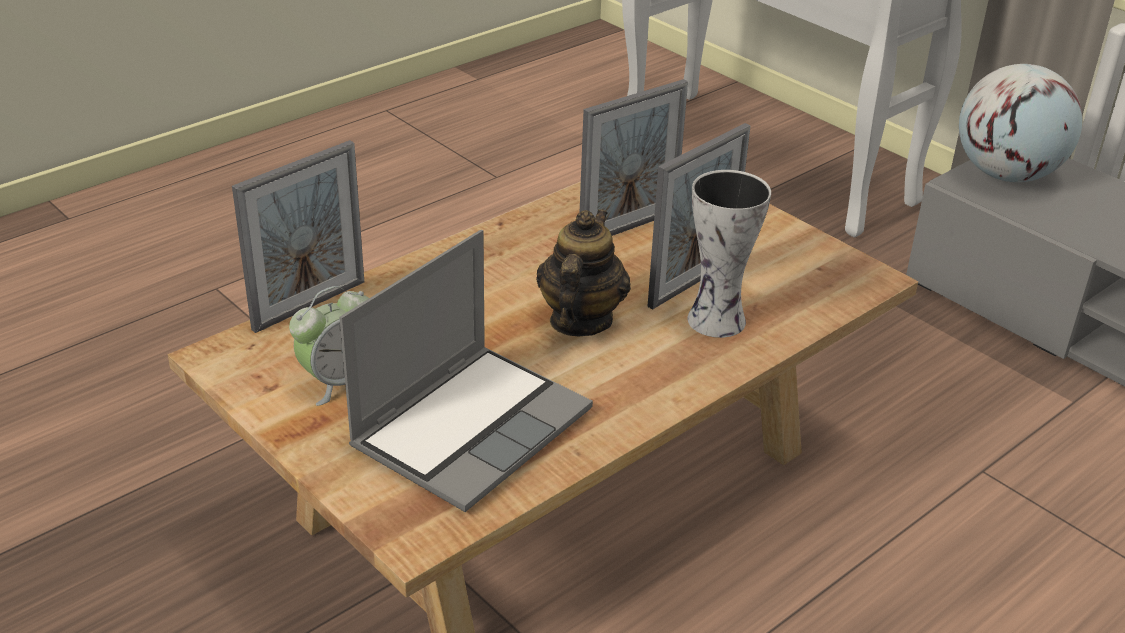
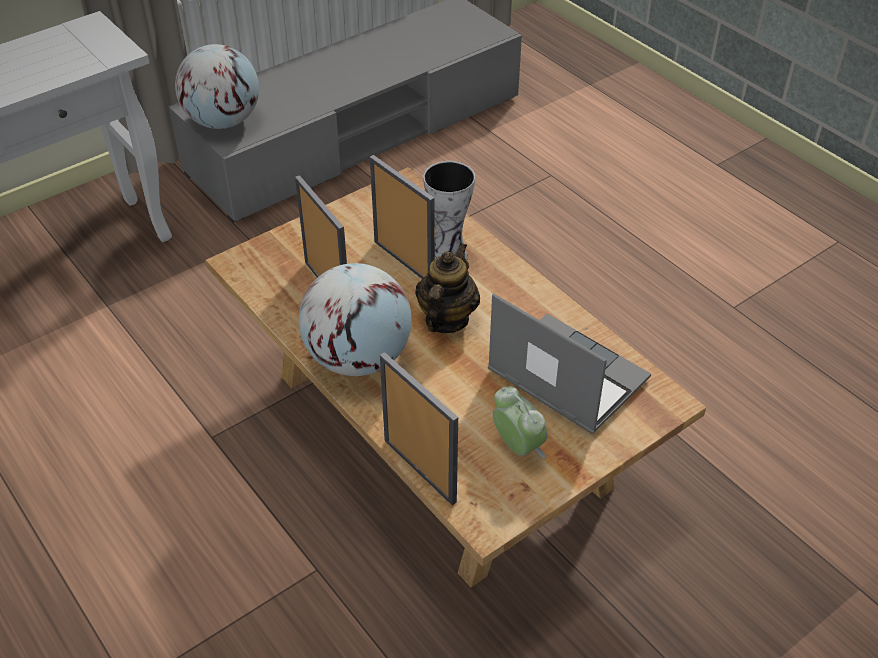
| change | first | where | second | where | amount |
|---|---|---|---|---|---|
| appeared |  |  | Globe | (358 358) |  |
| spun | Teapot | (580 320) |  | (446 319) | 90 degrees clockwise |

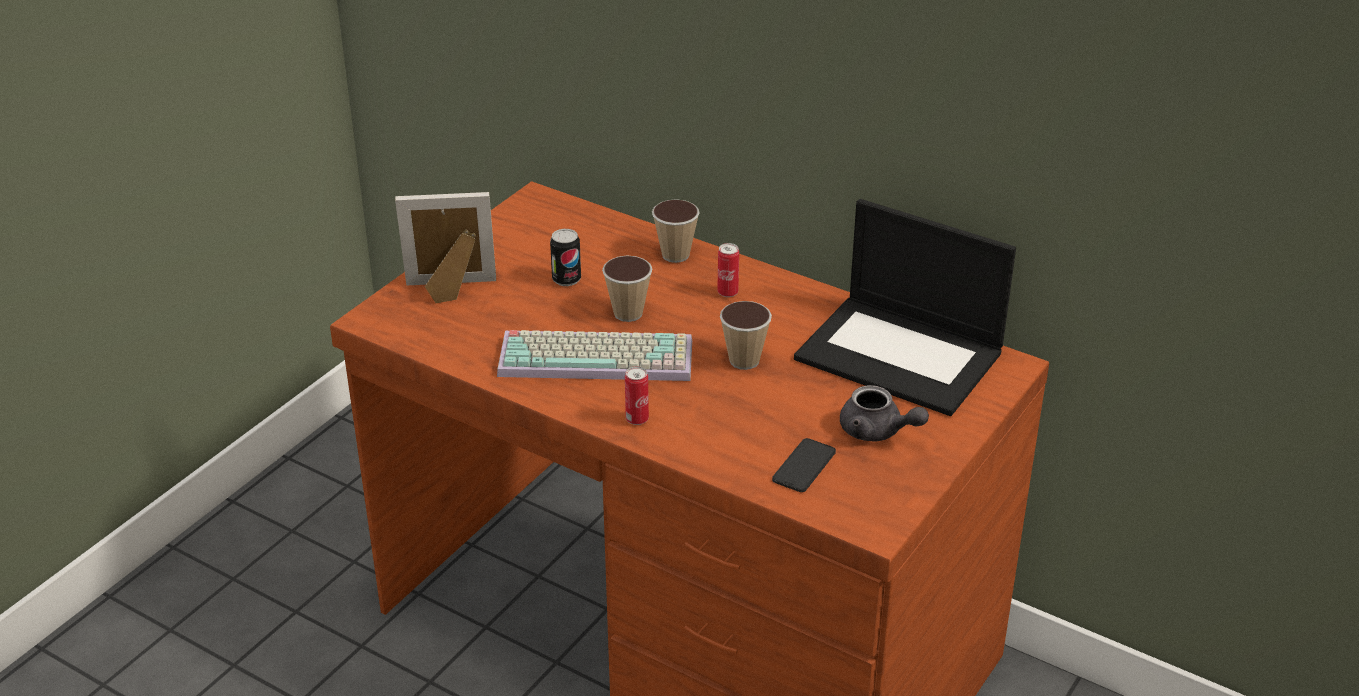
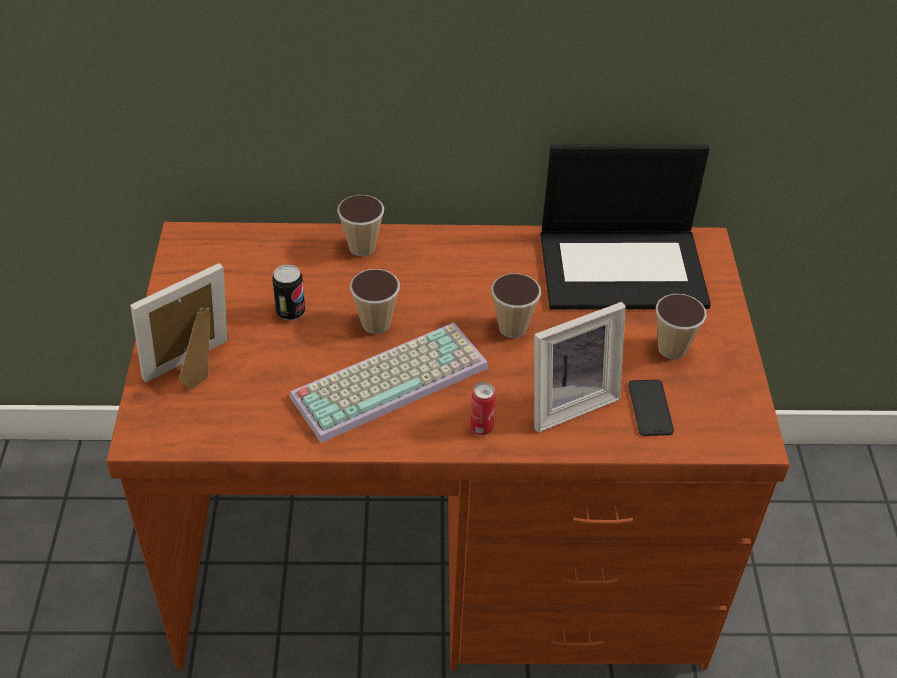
| change | first | where | second | where | amount |
|---|---|---|---|---|---|
| appeared |  |  | PictureFrame | (568 401) |  |
| exchanged | GreyTeapot | (877 432) | Cup | (672 348) |  |
| missing | Can | (727 292) |  |  |  |

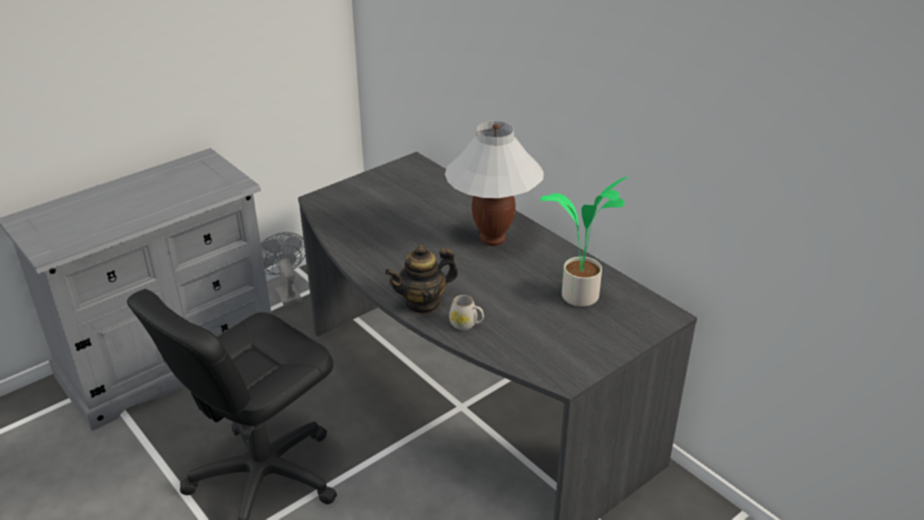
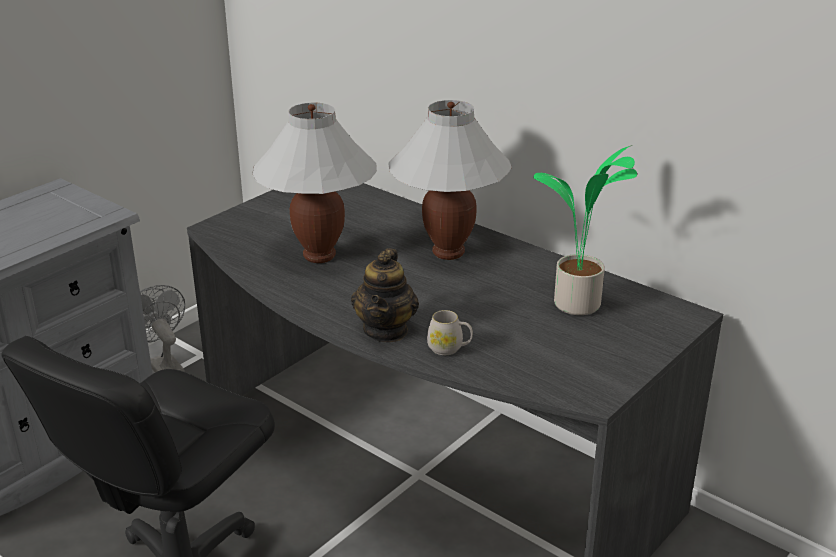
| change | first | where | second | where | amount |
|---|---|---|---|---|---|
| appeared |  |  | WhiteTableLamp | (319 256) |  |
| spun | Teapot | (423 303) |  | (386 330) | 45 degrees counterclockwise |

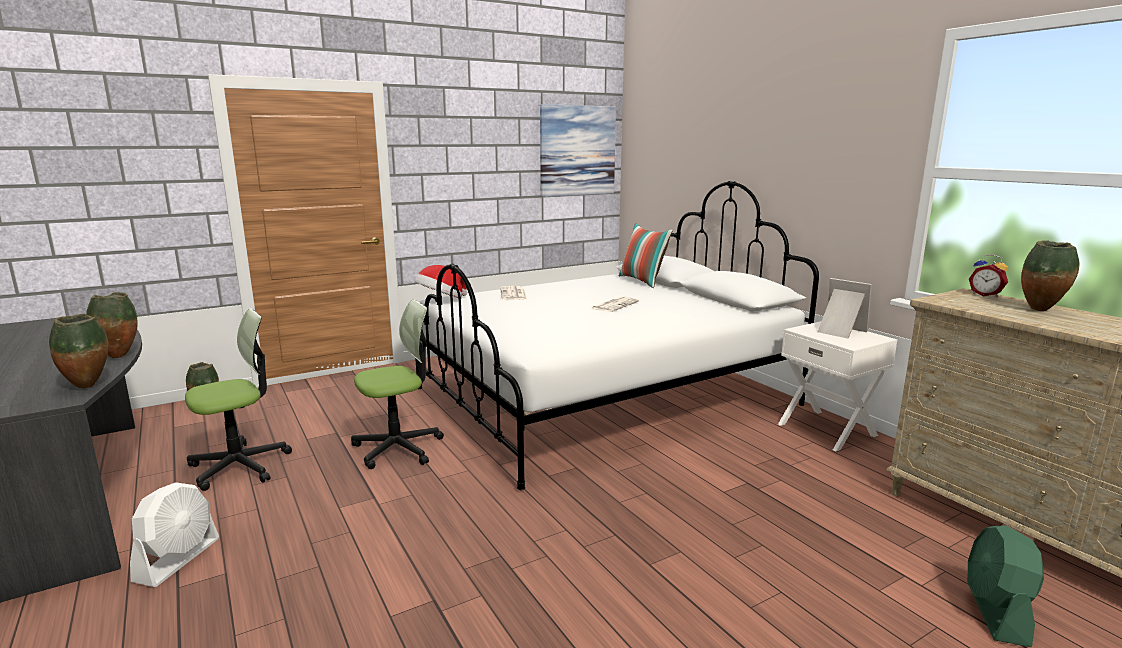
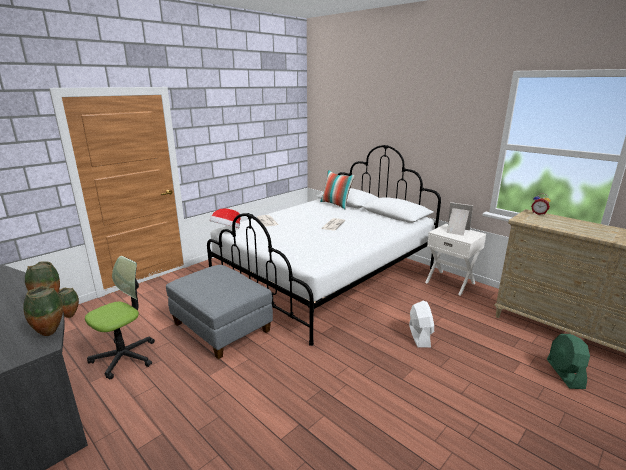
| change | first | where | second | where | amount |
|---|---|---|---|---|---|
| exchanged | OfficeChair | (398 448) | GreyOttoman | (222 328) |  |
| relocated | WhiteFan | (178 559) |  | (419 336) |  |
| missing | Picture | (577 151) |  |  |  |
| missing | Vase | (1041 311) |  |  |  |

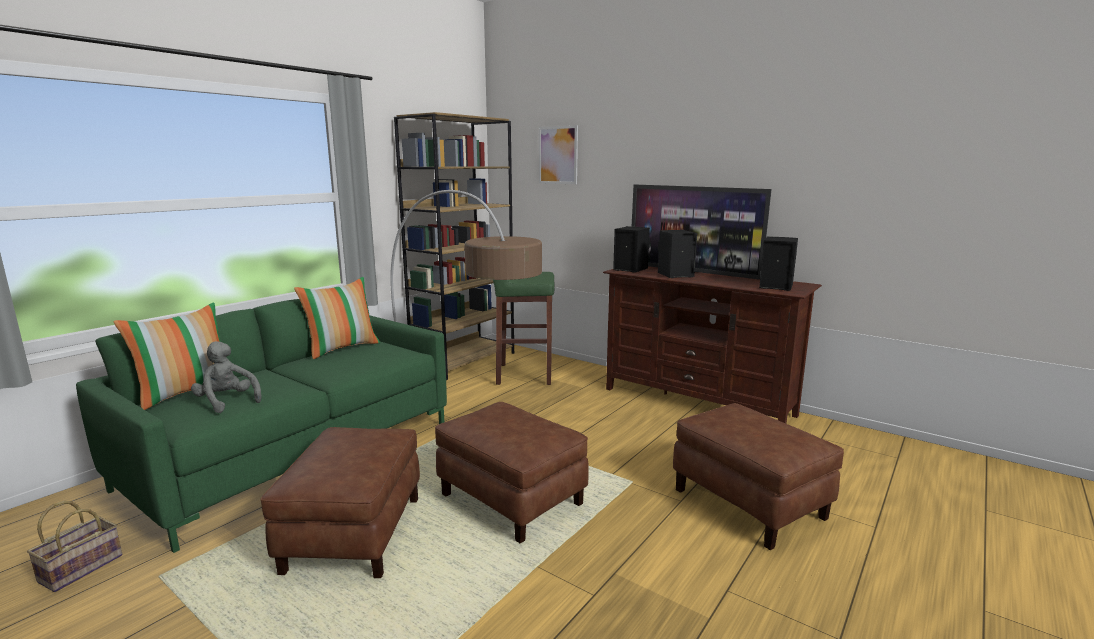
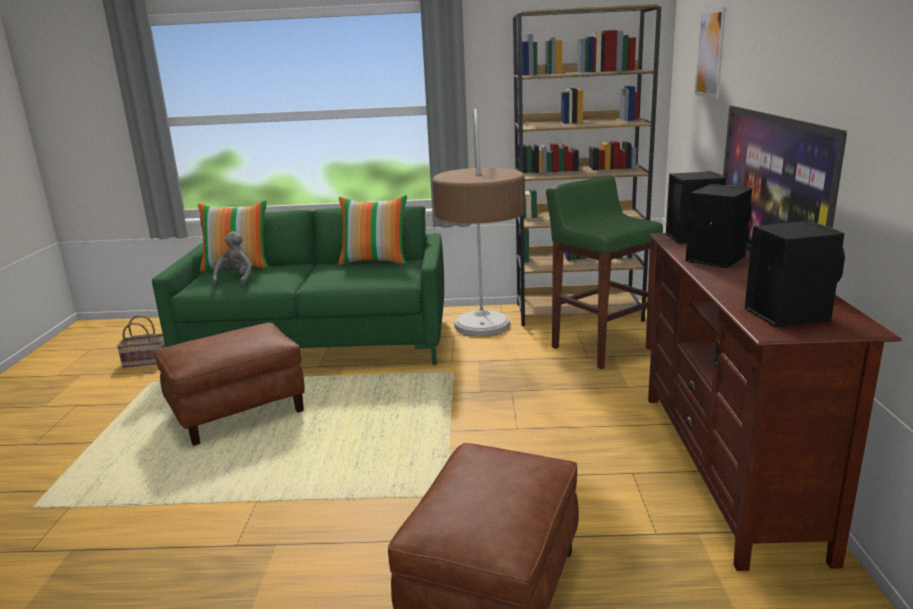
| change | first | where | second | where | amount |
|---|---|---|---|---|---|
| missing | BrownOttoman | (510 500) |  |  |  |

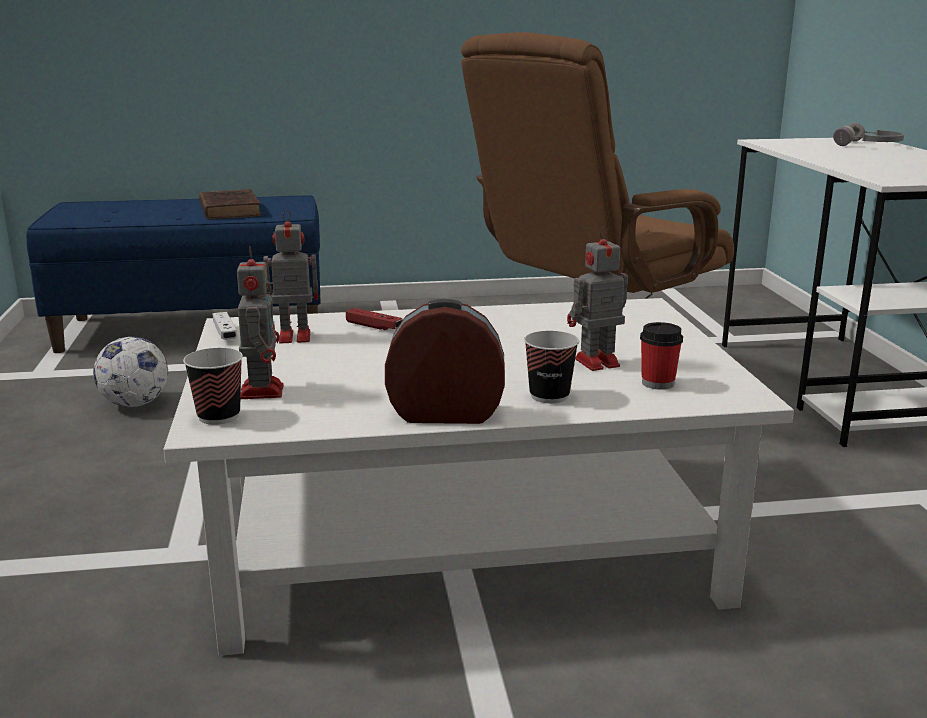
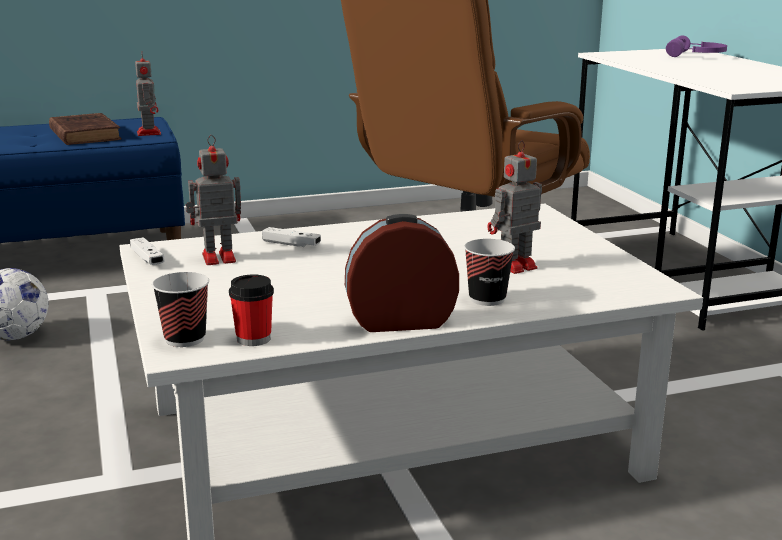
| change | first | where | second | where | amount |
|---|---|---|---|---|---|
| relocated | ToyRobot | (261 390) |  | (148 133) |  |
| relocated | Cup | (658 383) |  | (253 339) |  |
| colour | RedGameController | (374 327) | WhiteGameController | (291 244) |  |
| colour | GreyHeadphones | (869 145) | PurpleHeadphones | (696 56) |  |

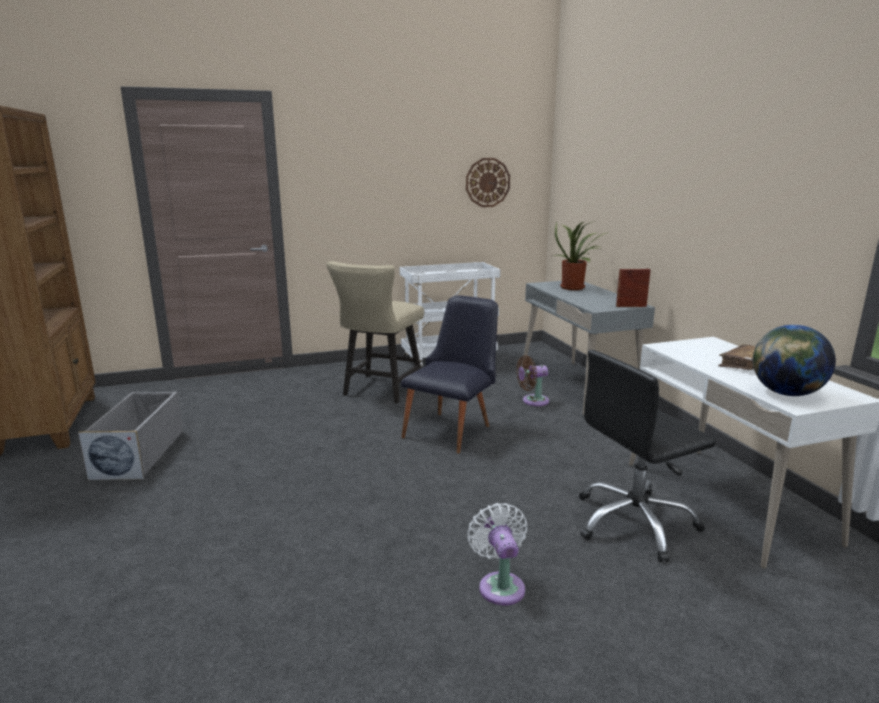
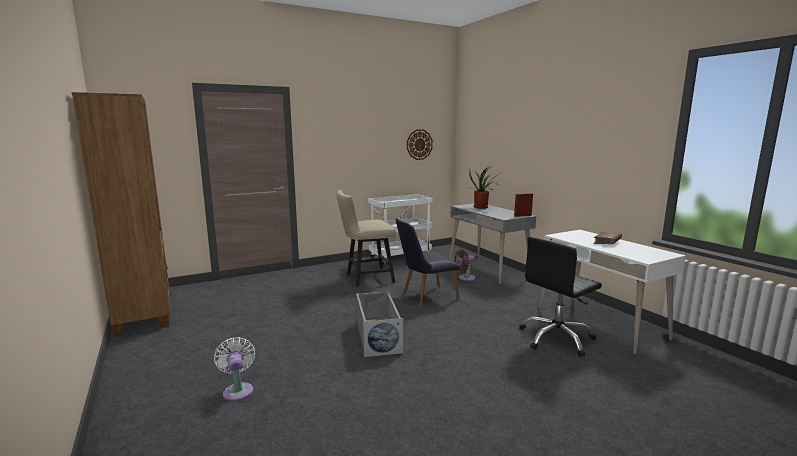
| change | first | where | second | where | amount |
|---|---|---|---|---|---|
| relocated | WhiteFan | (500 585) |  | (238 390) |  |
| spun | BeigeChair | (380 391) |  | (366 278) | 60 degrees clockwise |
| relocated | GreyStorageBox | (140 453) |  | (377 336) |  |
| spun | BlackChair | (453 429) |  | (425 297) | 135 degrees counterclockwise |
| missing | Globe | (786 393) |  |  |  |

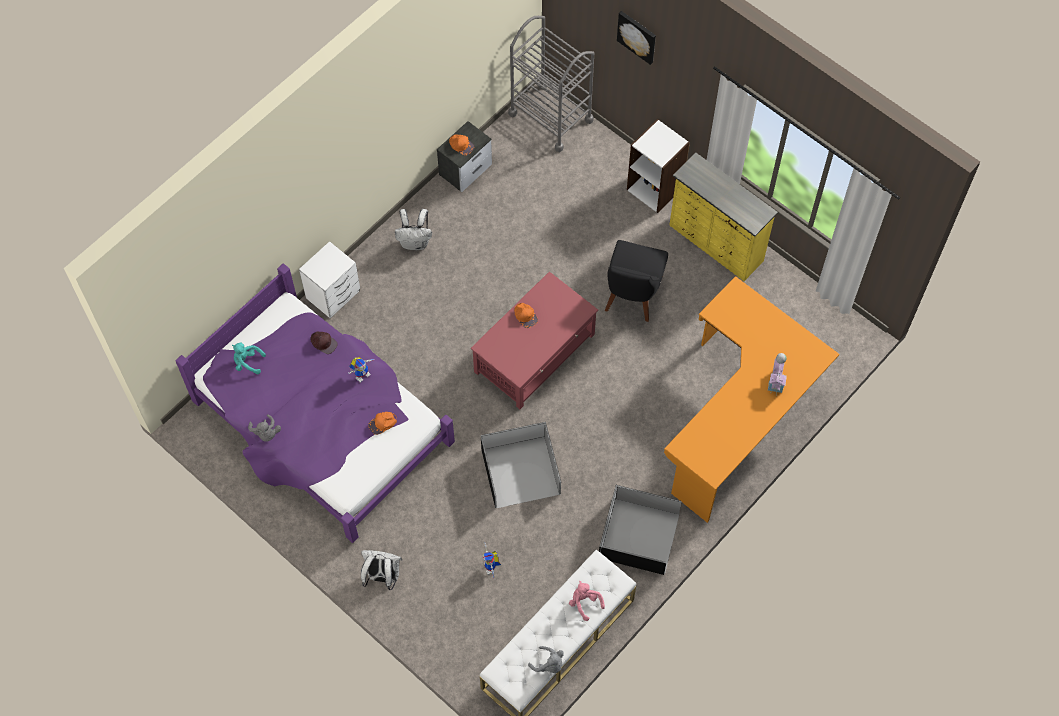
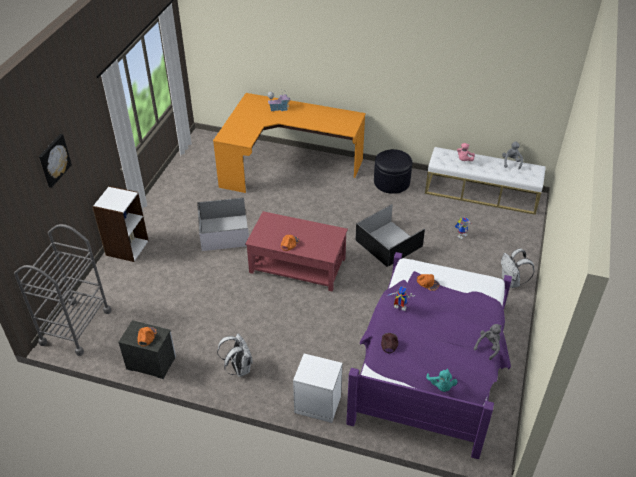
| change | first | where | second | where | amount |
|---|---|---|---|---|---|
| exchanged | BlackChair | (632 295) | WhiteStorageBox | (224 233) |  |
| exchanged | BlackStorageBox | (638 536) | BlackOttoman | (391 182) |  |
| missing | YellowDresser | (715 244) |  |  |  |

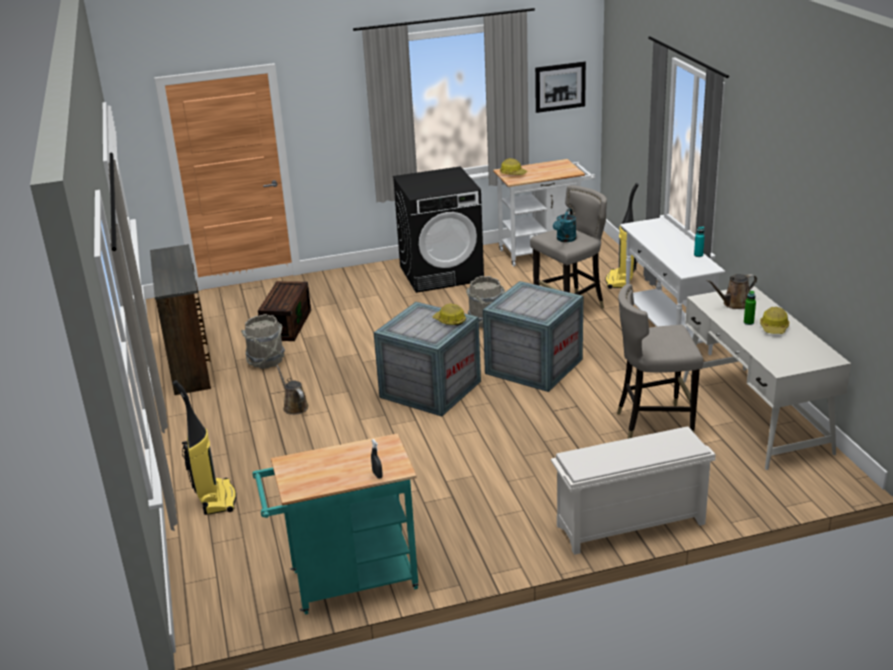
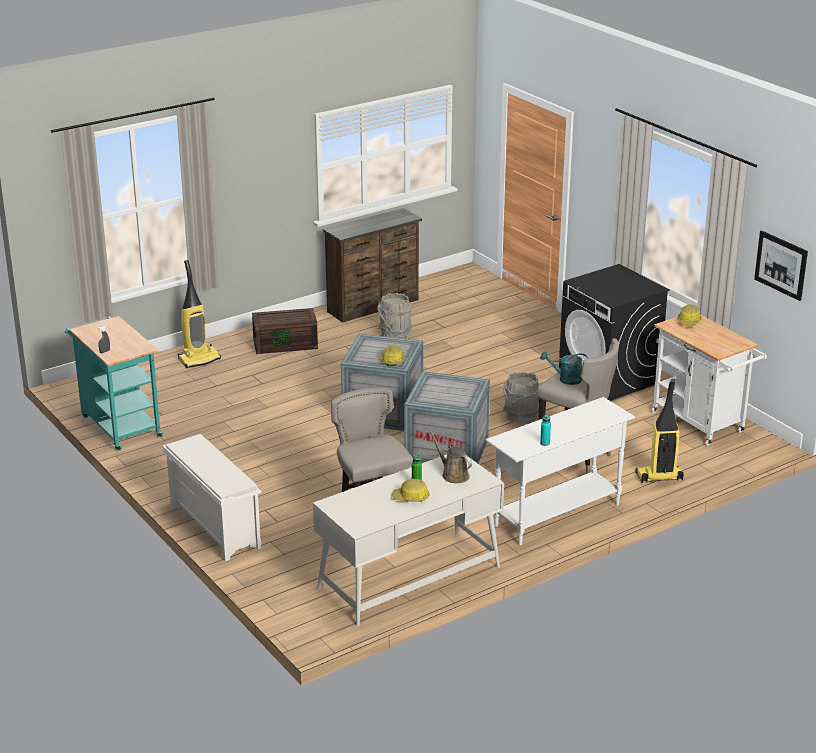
| change | first | where | second | where | amount |
|---|---|---|---|---|---|
| relocated | BrownStorageBox | (286 324) |  | (286 344) |  |
| missing | BrownWateringCan | (294 406) |  |  |  |

